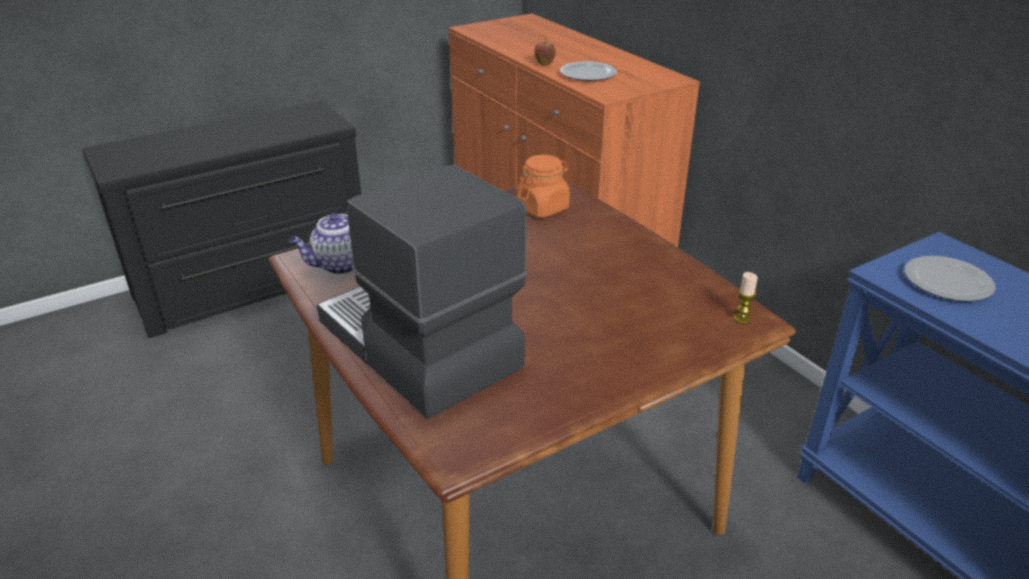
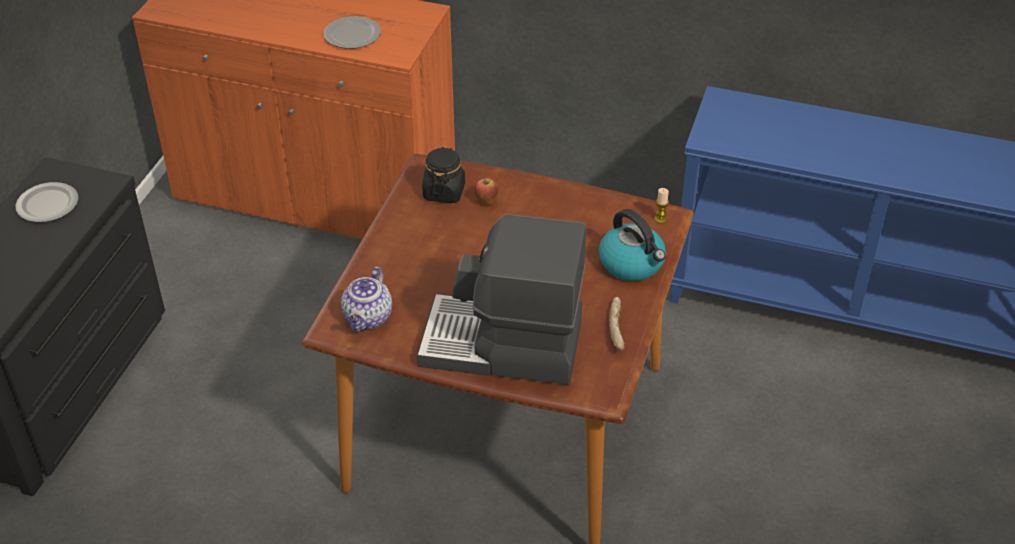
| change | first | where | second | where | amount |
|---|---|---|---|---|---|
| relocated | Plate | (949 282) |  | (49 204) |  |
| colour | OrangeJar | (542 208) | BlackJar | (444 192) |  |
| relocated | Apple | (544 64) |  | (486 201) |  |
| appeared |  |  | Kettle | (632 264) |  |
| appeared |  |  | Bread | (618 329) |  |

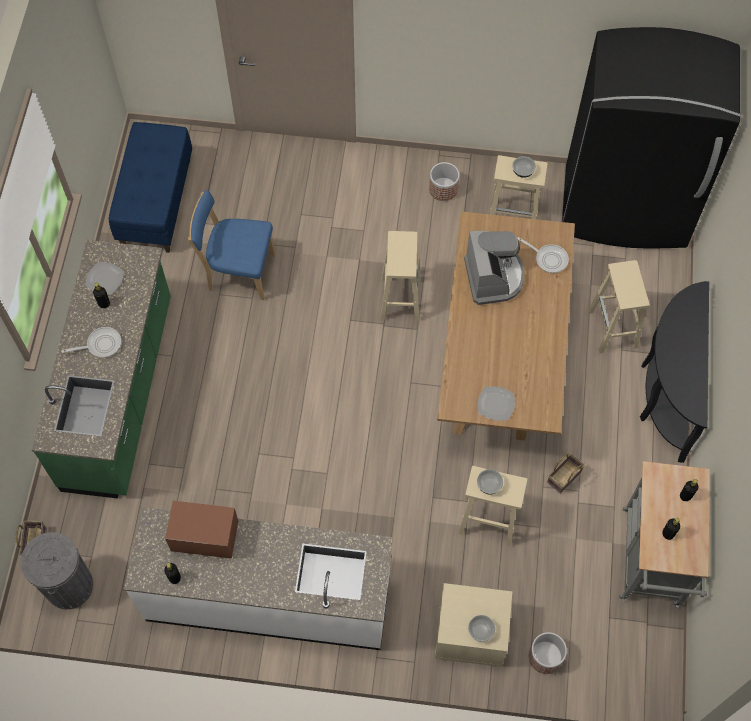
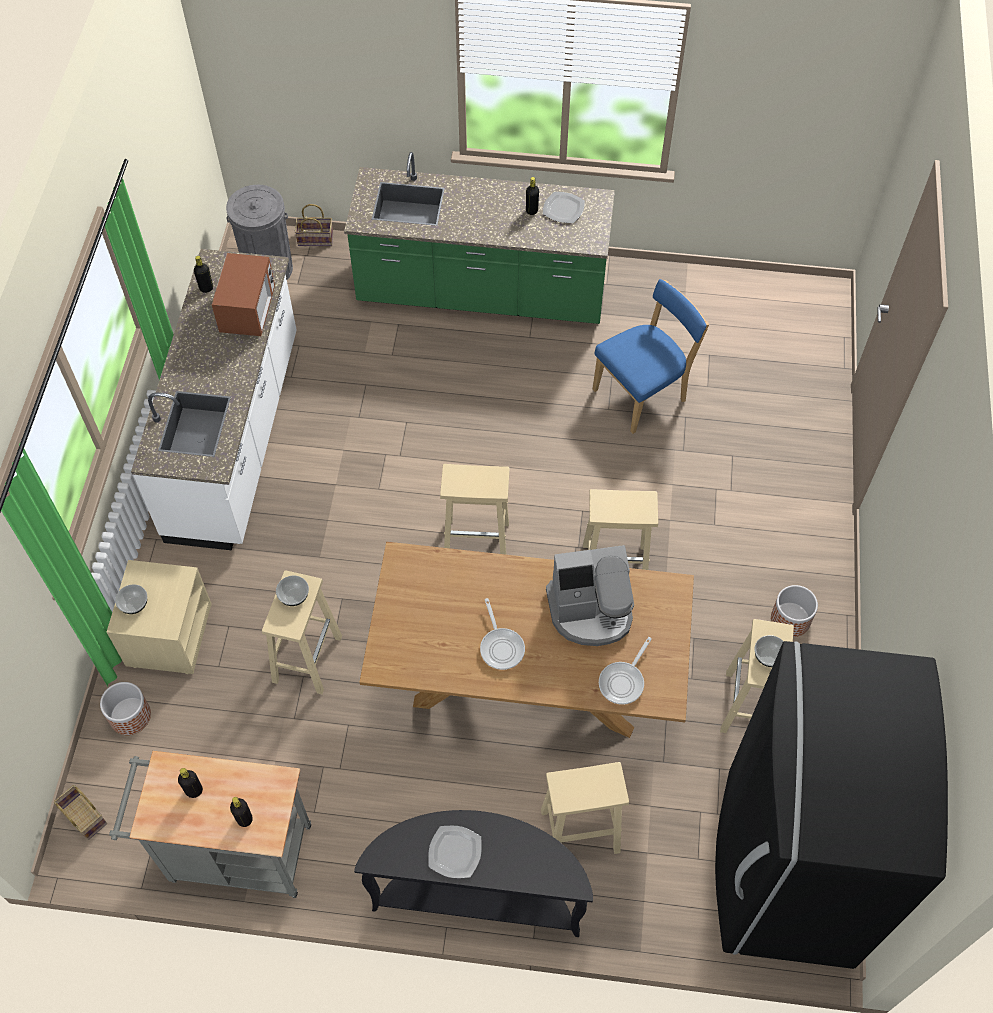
| change | first | where | second | where | amount |
|---|---|---|---|---|---|
| relocated | Basket | (564 478) |  | (83 817) |  |
| relocated | Plate | (496 404) |  | (454 853) |  |
| appeared |  |  | BeigeStool | (477 541) |  |
| relocated | FryingPan | (101 344) |  | (501 646) |  |
| spun | BlueChair | (238 272) |  | (643 394) | 45 degrees clockwise |
| missing | BlueBench | (156 202) |  |  |  |

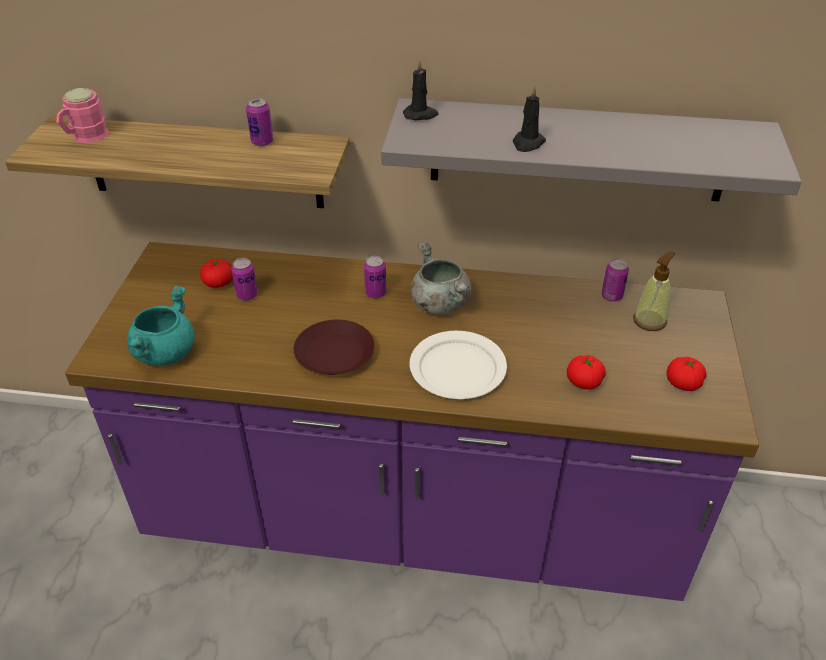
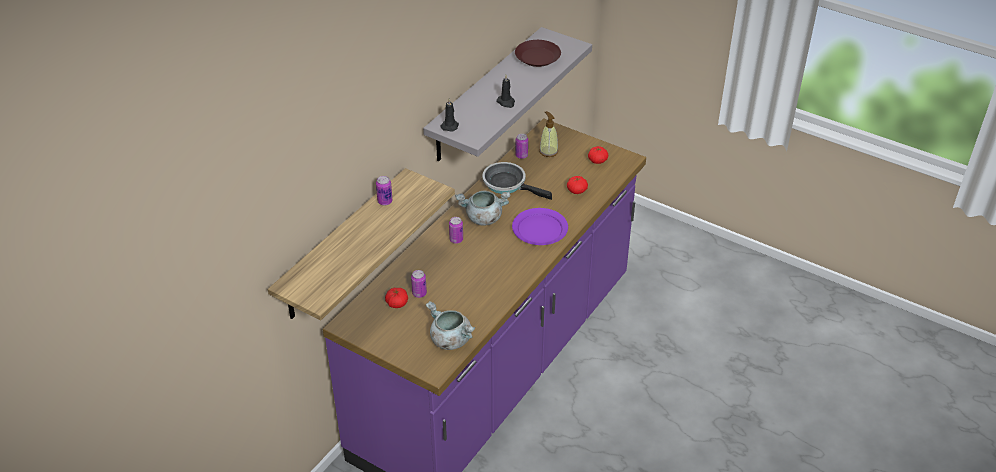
| change | first | where | second | where | amount |
|---|---|---|---|---|---|
| colour | TurquoiseCookingPot | (164 352) | GreyCookingPot | (450 340) |  |
| appeared |  |  | FryingPan | (508 184) |  |
| colour | WhitePlate | (458 367) | PurplePlate | (539 228) |  |
| relocated | BrownPlate | (335 354) |  | (538 57) |  |
| missing | PinkMug | (85 137) |  |  |  |

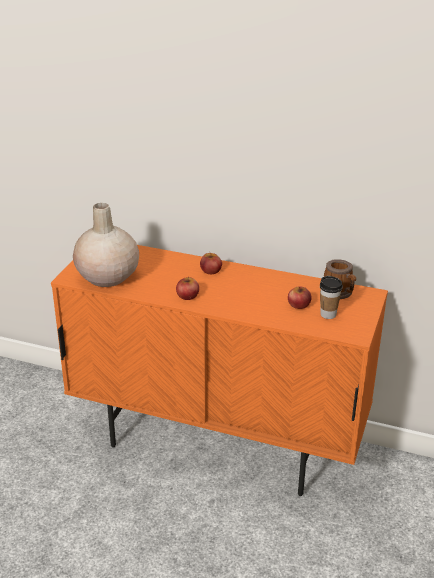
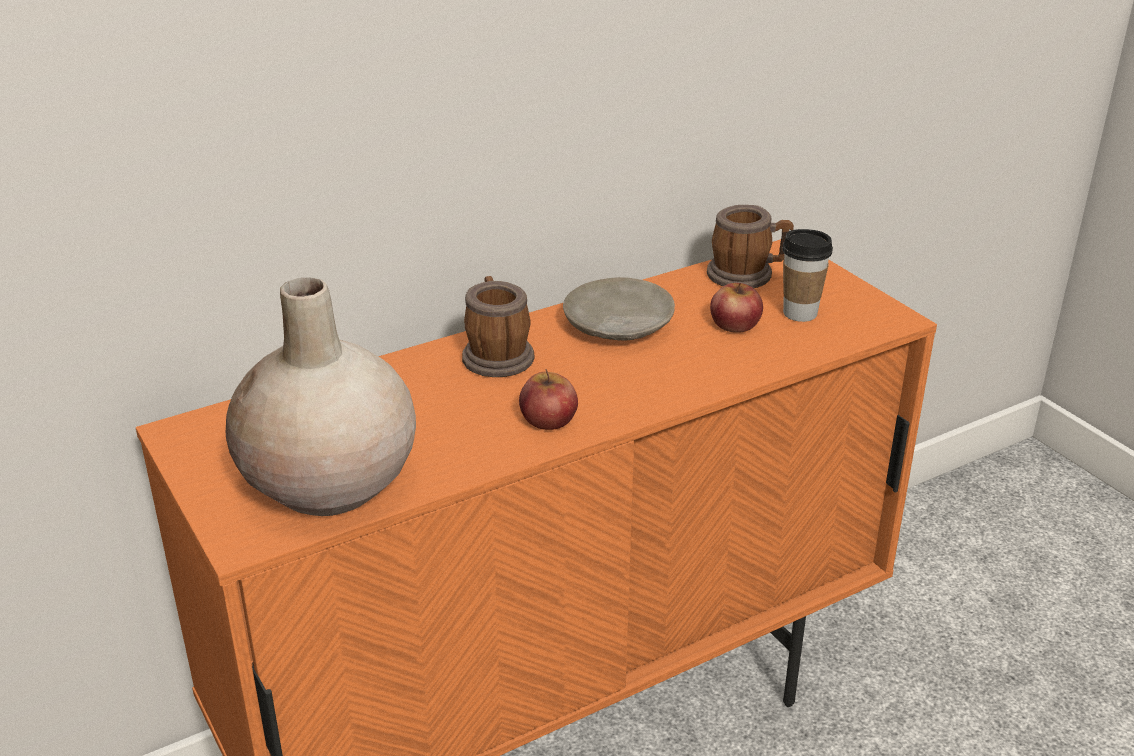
| change | first | where | second | where | amount |
|---|---|---|---|---|---|
| exchanged | Apple | (210 270) | Mug | (496 354) |  |
| appeared |  |  | BeigePlate | (617 326) |  |

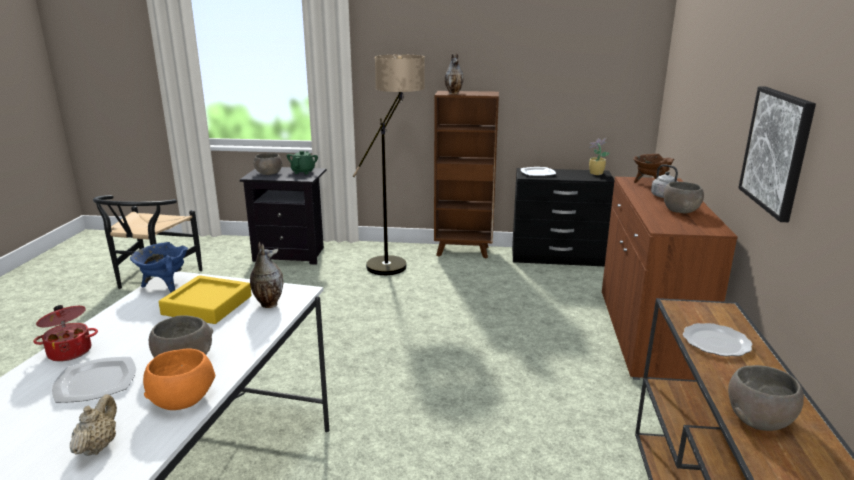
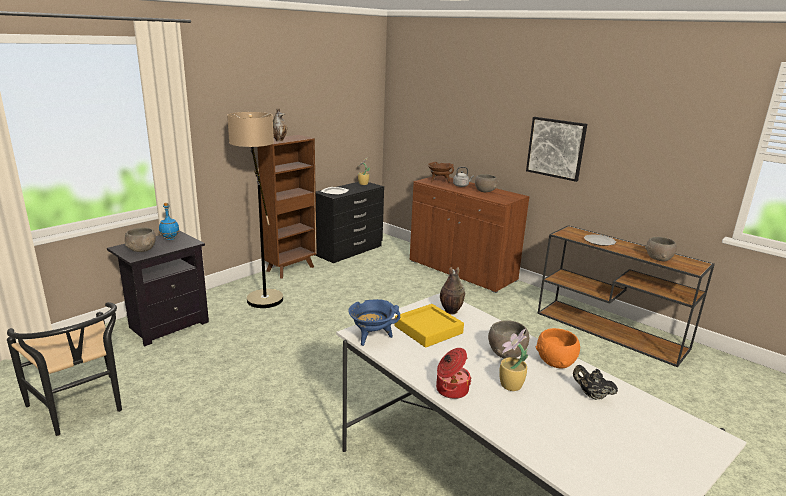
| change | first | where | second | where | amount |
|---|---|---|---|---|---|
| exchanged | GreenTeapot | (303 172) | BlueBottle | (170 239) |  |
| exchanged | Plate | (95 383) | PottedPlant | (510 386) |  |
| colour | BeigeTeapot | (98 446) | BlackTeapot | (591 395) |  |

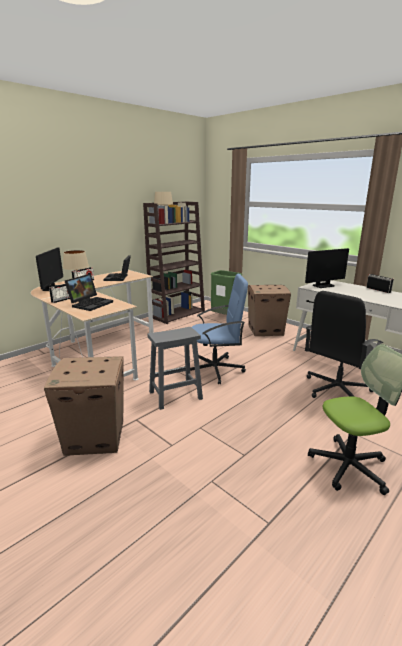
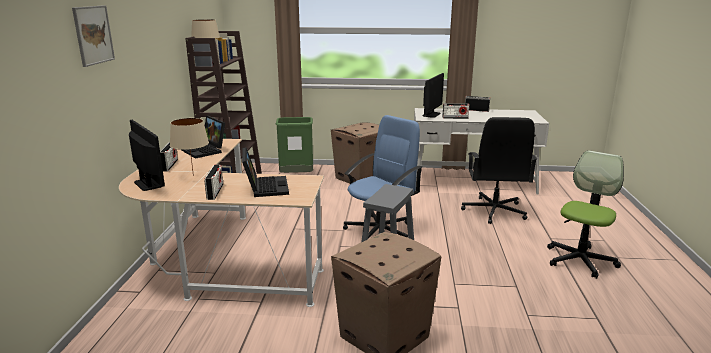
| change | first | where | second | where | amount |
|---|---|---|---|---|---|
| appeared |  |  | Picture | (93 35) |  |
| appeared |  |  | Radio | (455 118) |  |

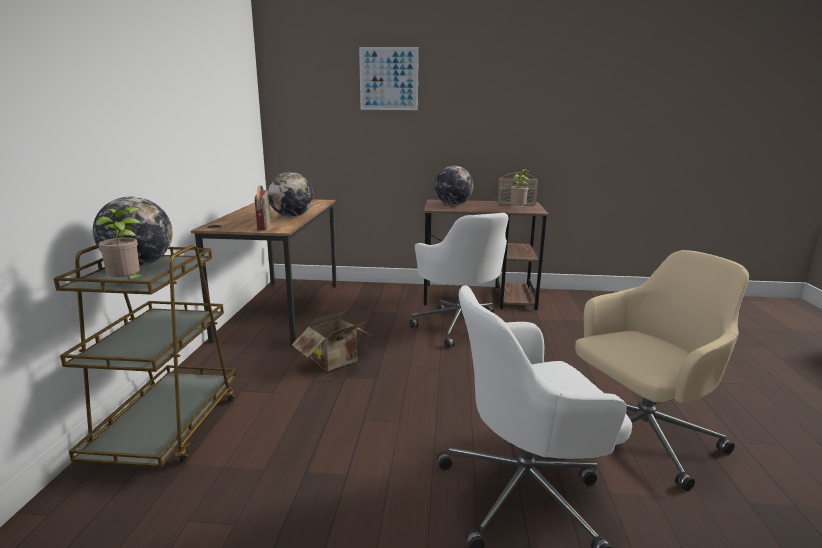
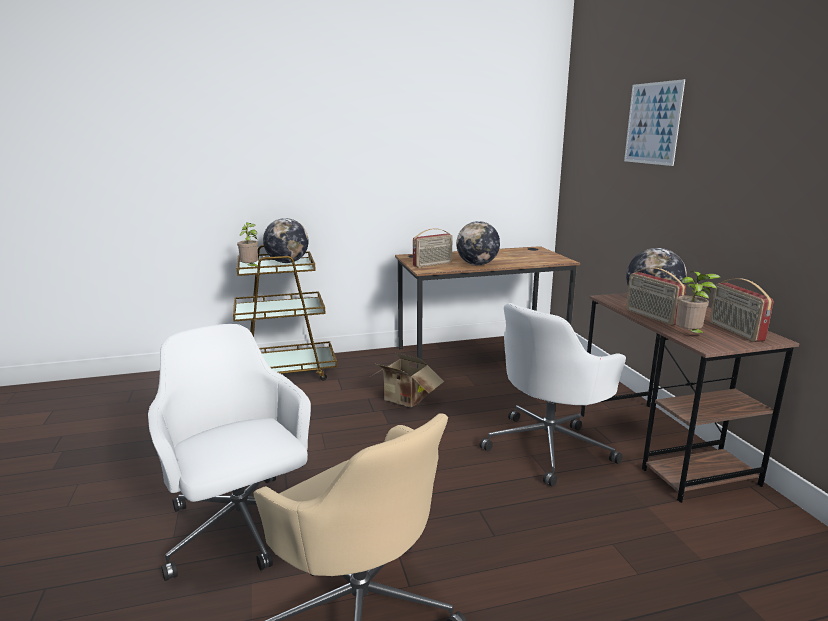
| change | first | where | second | where | amount |
|---|---|---|---|---|---|
| appeared |  |  | Radio | (651 317) |  |

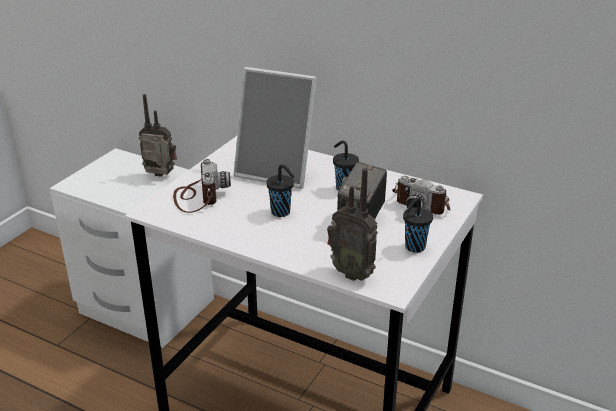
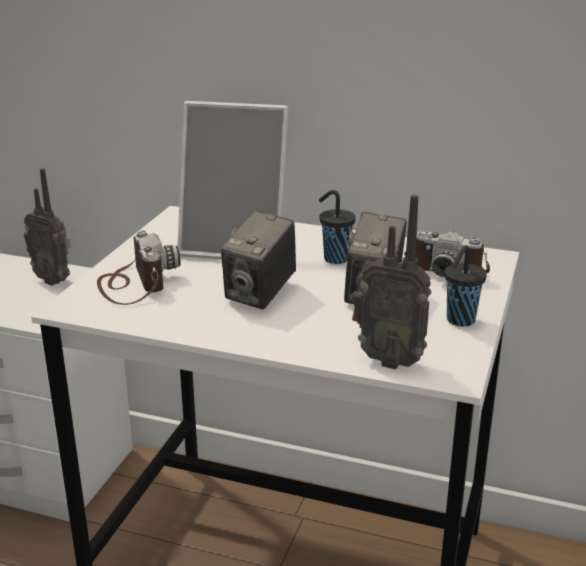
| change | first | where | second | where | amount |
|---|---|---|---|---|---|
| spun | Radio | (160 177) |  | (54 280) | 150 degrees counterclockwise |
| exchanged | BlackCup | (281 212) | PhotoCamera | (260 294) |  |

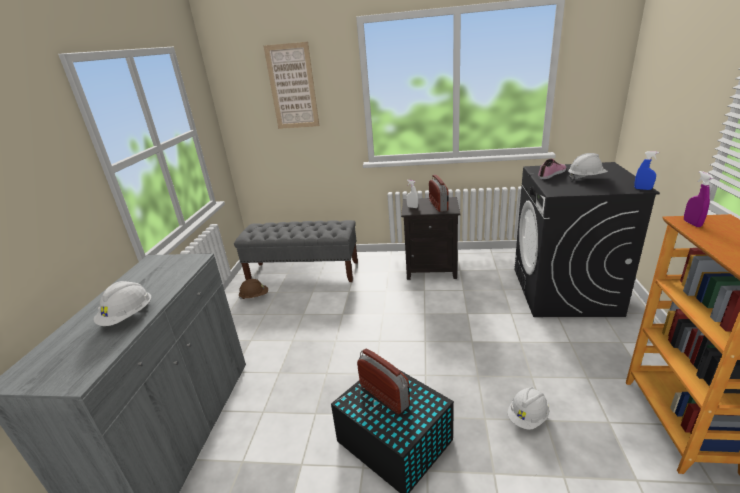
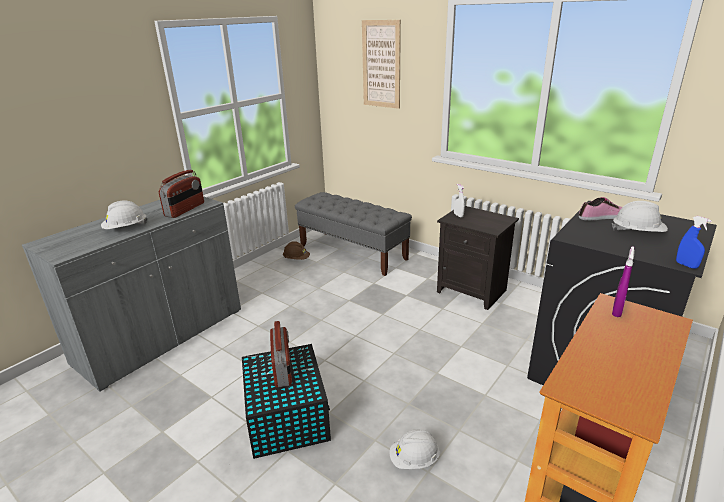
| change | first | where | second | where | amount |
|---|---|---|---|---|---|
| relocated | Radio | (438 205) |  | (185 210) |  |

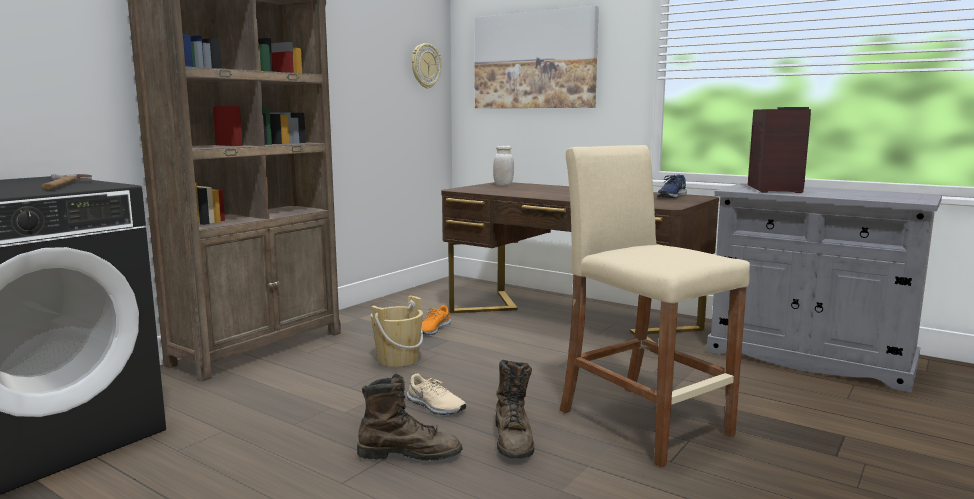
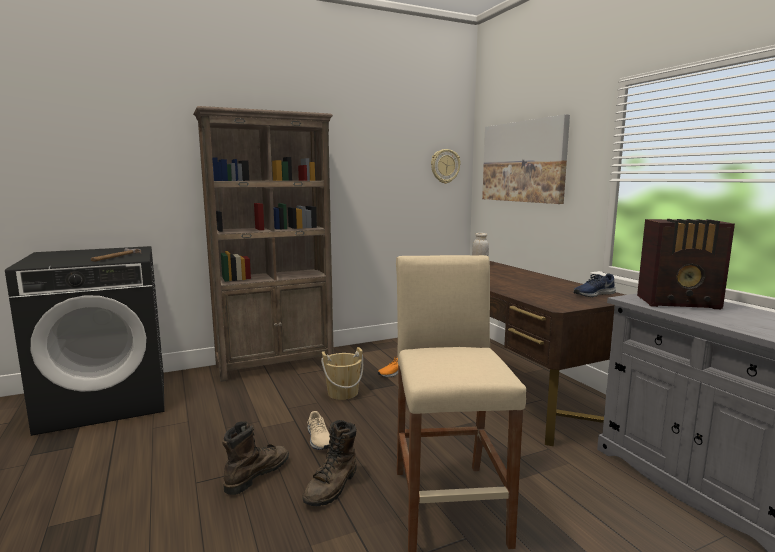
| change | first | where | second | where | amount |
|---|---|---|---|---|---|
| spun | BrownBoot | (410 454) |  | (256 474) | 90 degrees counterclockwise |
| spun | Radio | (775 189) |  | (680 303) | 60 degrees clockwise |

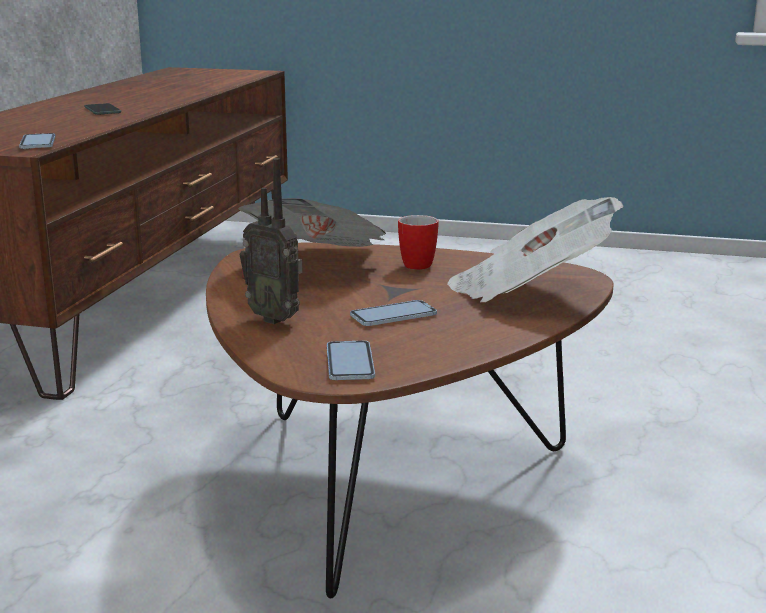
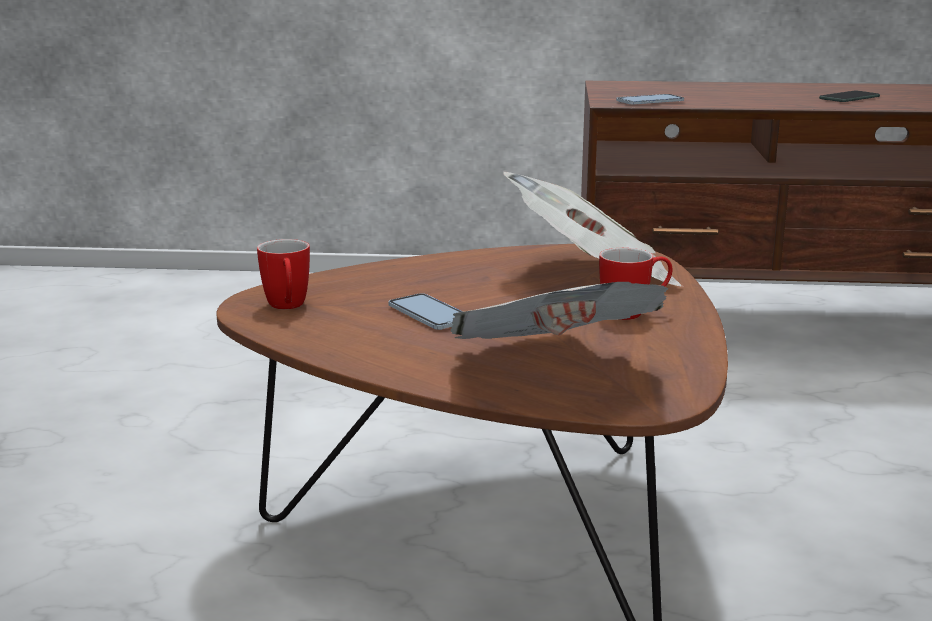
| change | first | where | second | where | amount |
|---|---|---|---|---|---|
| exchanged | Phone | (350 363) | Mug | (287 307) |  |
| missing | Radio | (275 318) |  |  |  |

